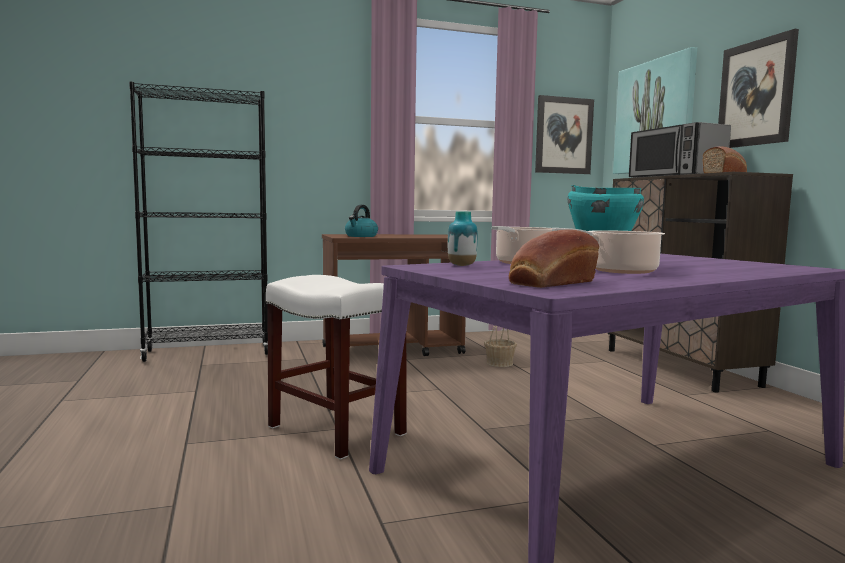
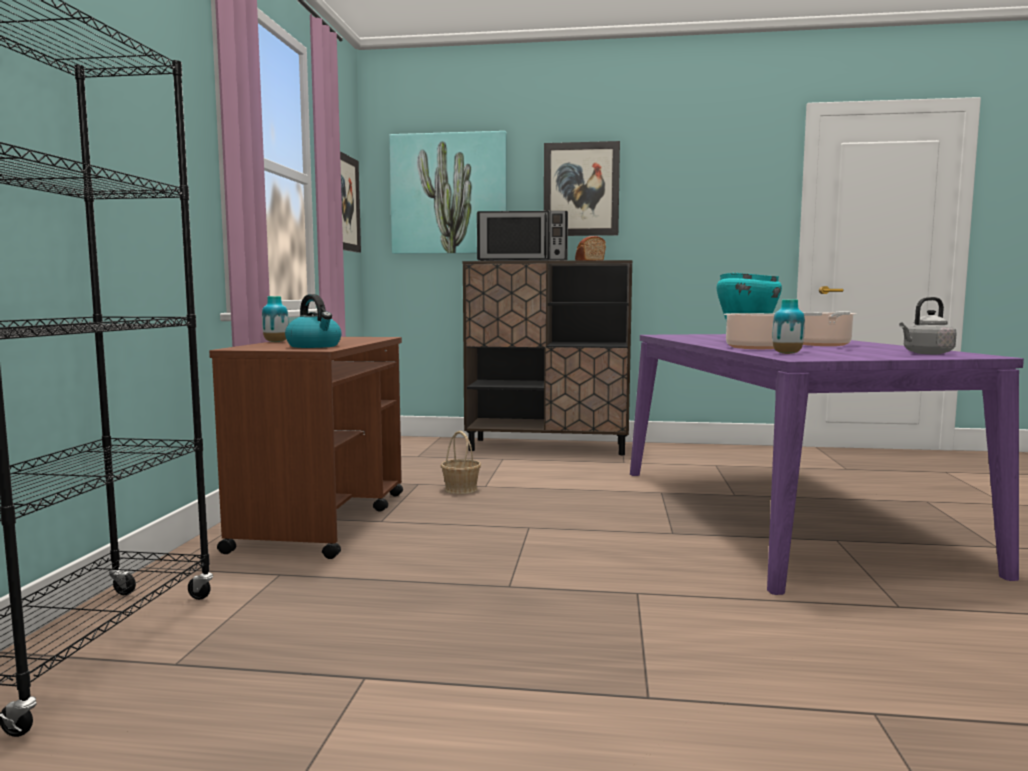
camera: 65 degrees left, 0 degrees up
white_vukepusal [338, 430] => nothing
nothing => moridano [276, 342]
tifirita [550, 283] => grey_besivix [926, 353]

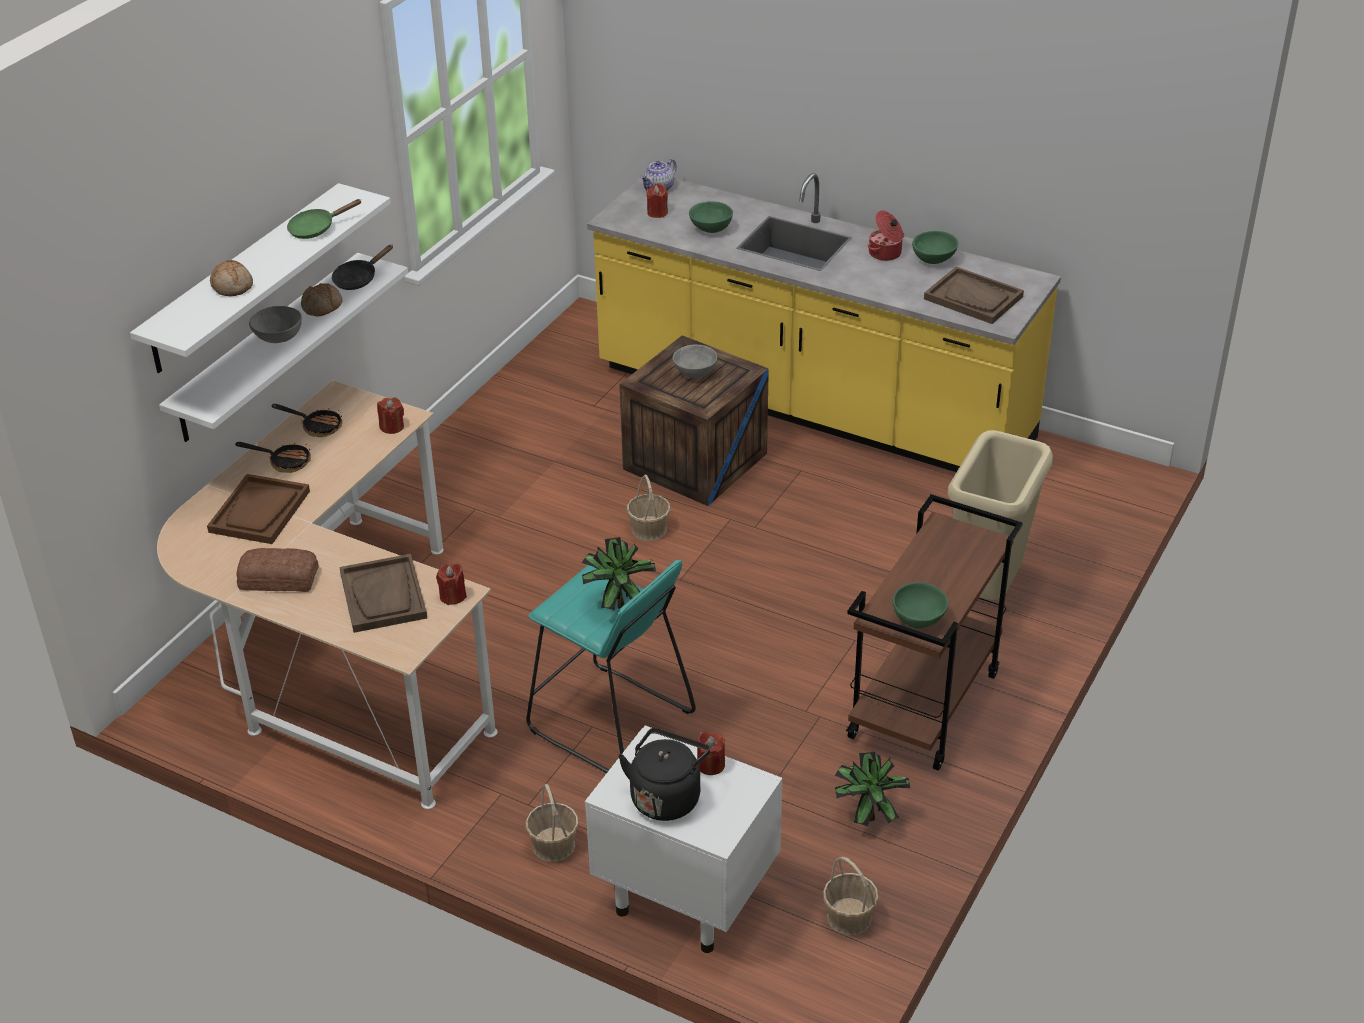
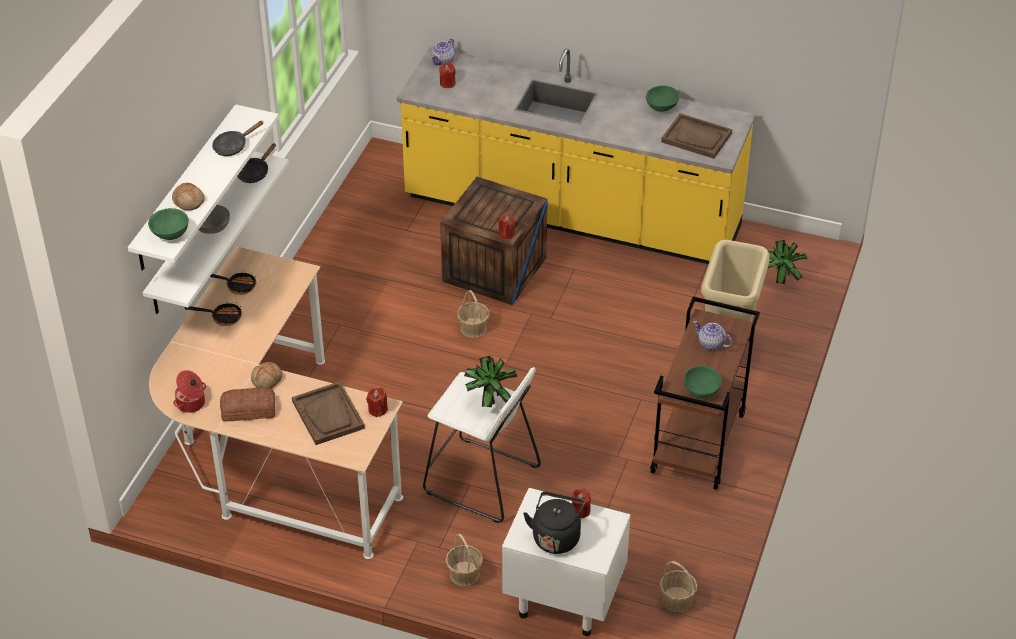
camera: 10 degrees left, 5 degrees up
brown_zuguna [260, 512] => nothing
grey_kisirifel [694, 374] => nothing
nothing => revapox [710, 344]
tifirita [322, 307] => tifirita [267, 380], move
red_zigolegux [392, 427] => red_zigolegux [506, 233], move
green_kisirifel [710, 230] => green_kisirifel [170, 235], move
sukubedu [867, 815] => sukubedu [780, 280], move
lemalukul [885, 253] => lemalukul [191, 403], move
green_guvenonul [316, 229] => black_guvenonul [233, 146]
turquoise_vukepusal [610, 723] => white_vukepusal [481, 480]

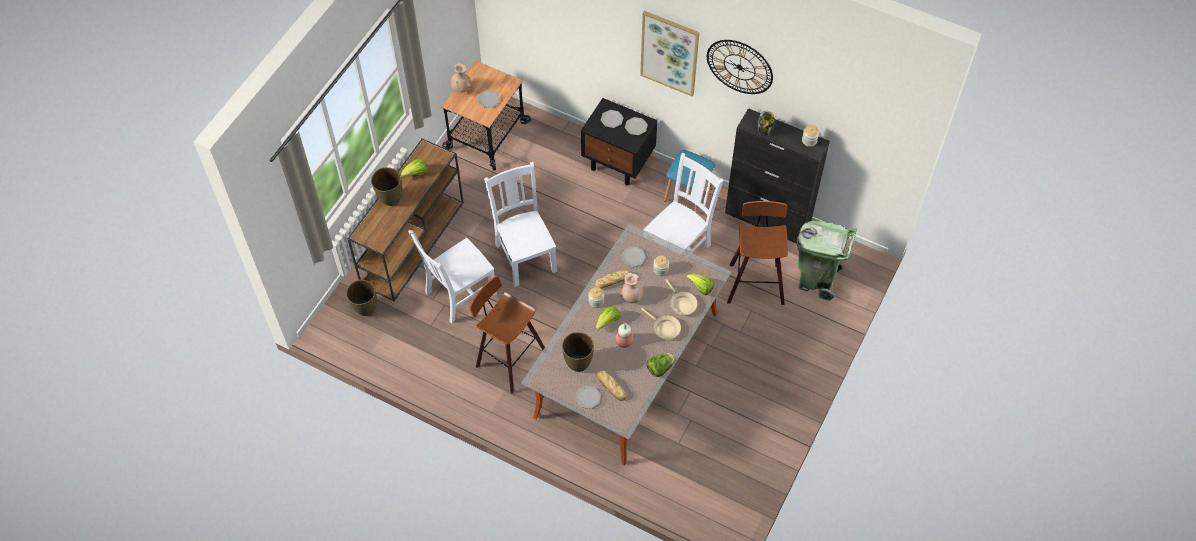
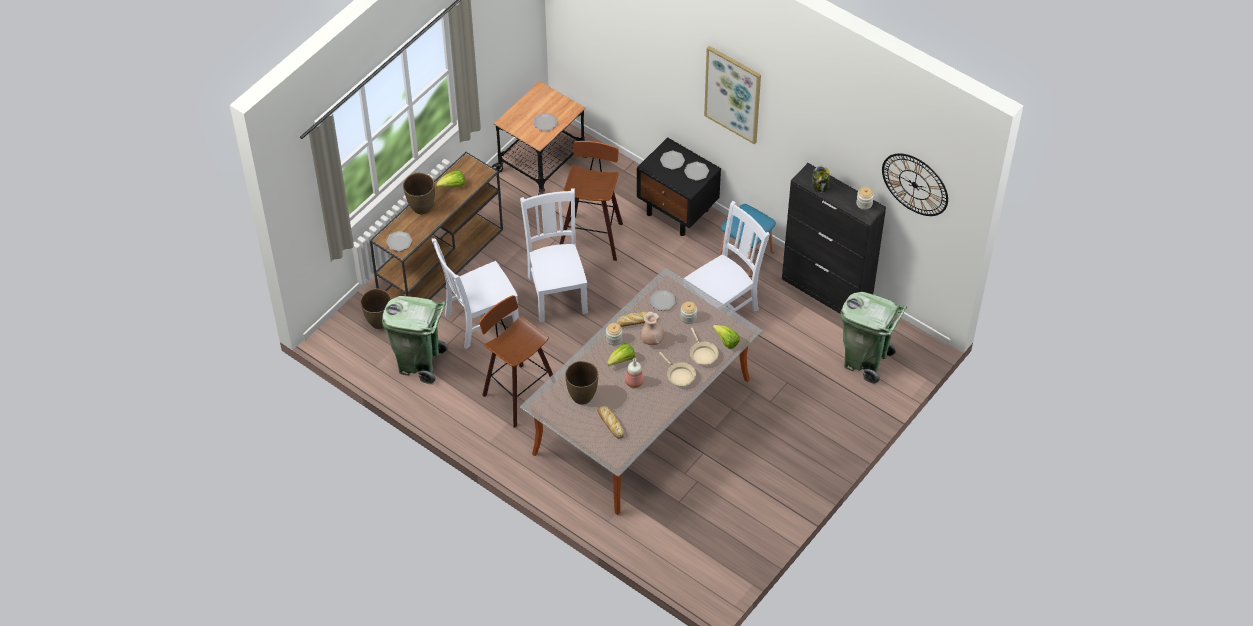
camera: 10 degrees right, 5 degrees down
beige_moridano [461, 89] => nothing
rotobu [660, 368] => nothing
nothing => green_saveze [419, 363]
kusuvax [588, 398] => kusuvax [399, 242], move
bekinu [739, 67] => bekinu [915, 184], move
vukepusal [754, 282] => vukepusal [592, 235], move

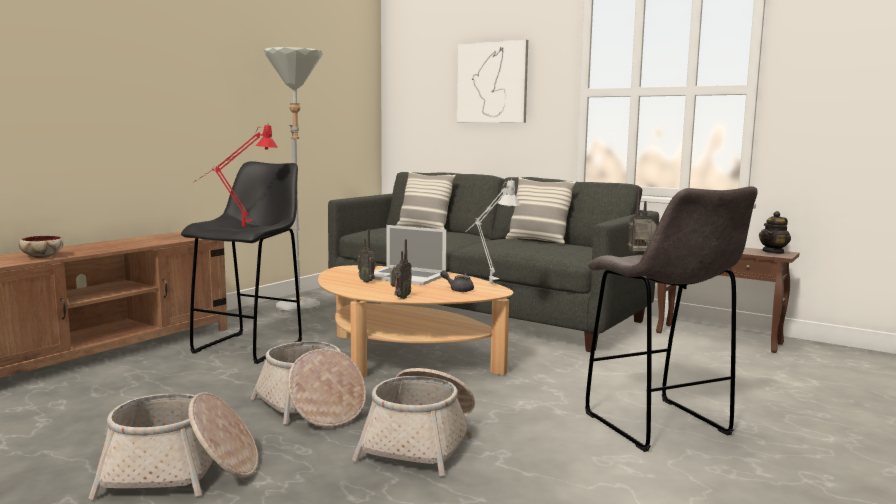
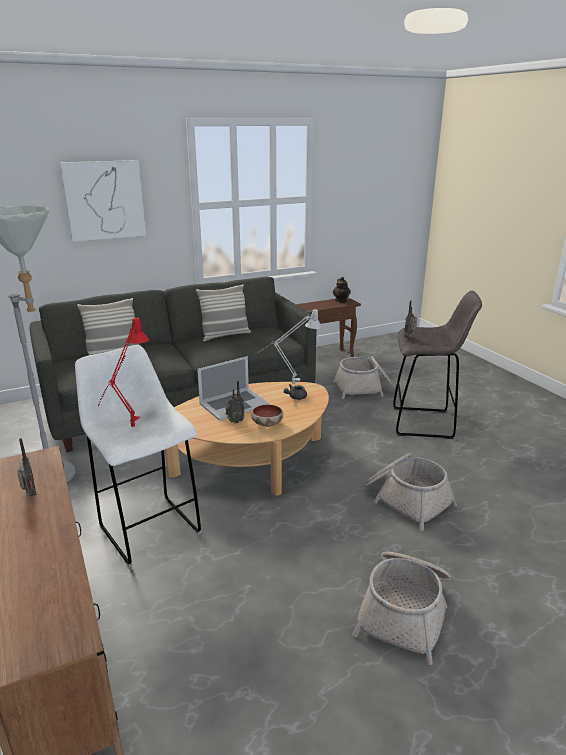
camera: 60 degrees left, 15 degrees up
kisirifel [42, 257] => kisirifel [266, 424], move
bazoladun [311, 408] => bazoladun [365, 388], move
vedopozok [400, 298] => vedopozok [30, 495], move
black_vukepusal [250, 347] => white_vukepusal [148, 528]

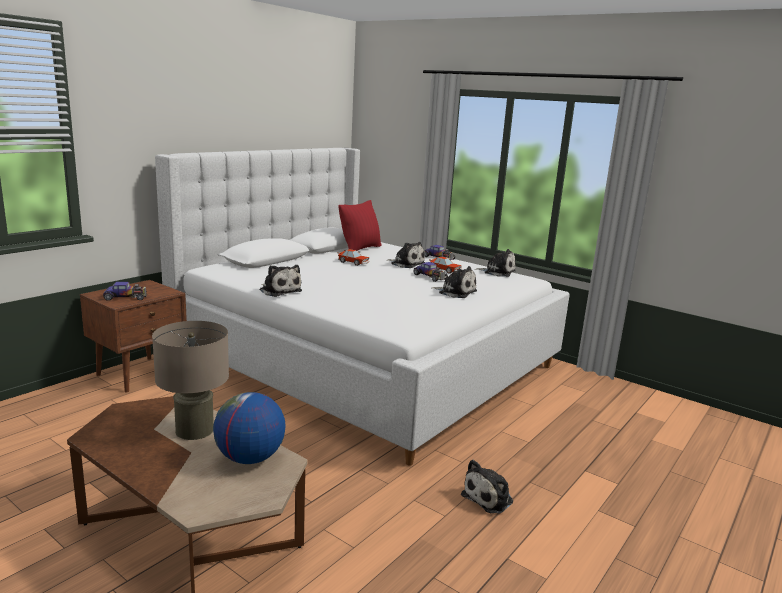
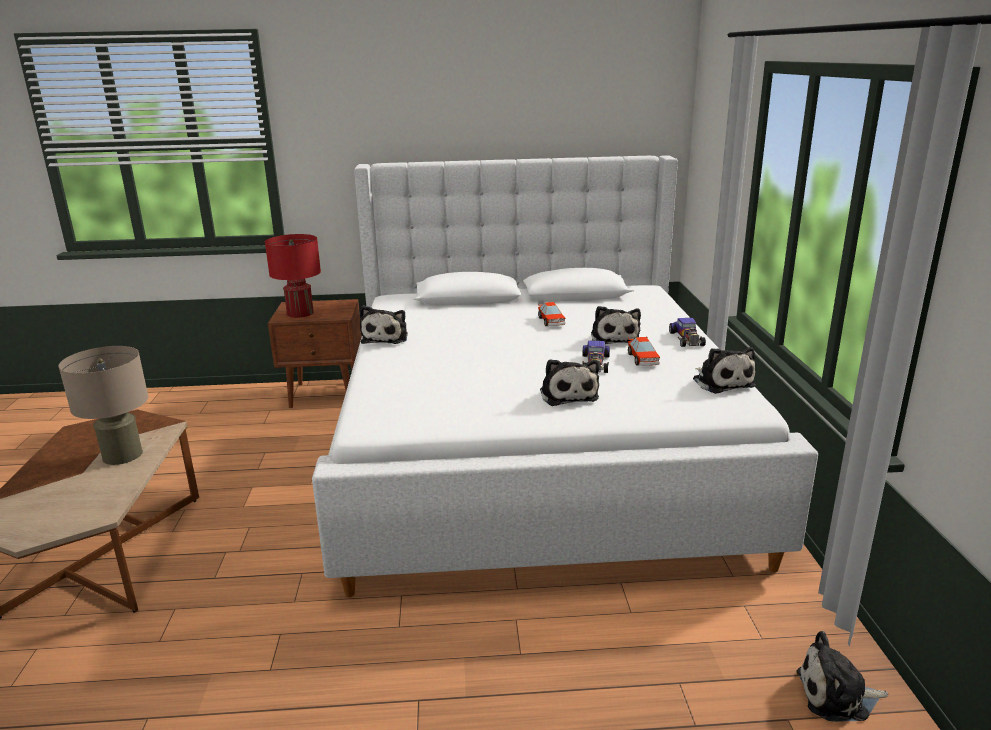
camera: 50 degrees right, 5 degrees up
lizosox [249, 458] => nothing
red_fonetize [360, 249] => nothing
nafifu [489, 497] => nafifu [837, 695], move
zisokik [126, 297] => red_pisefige [300, 313]

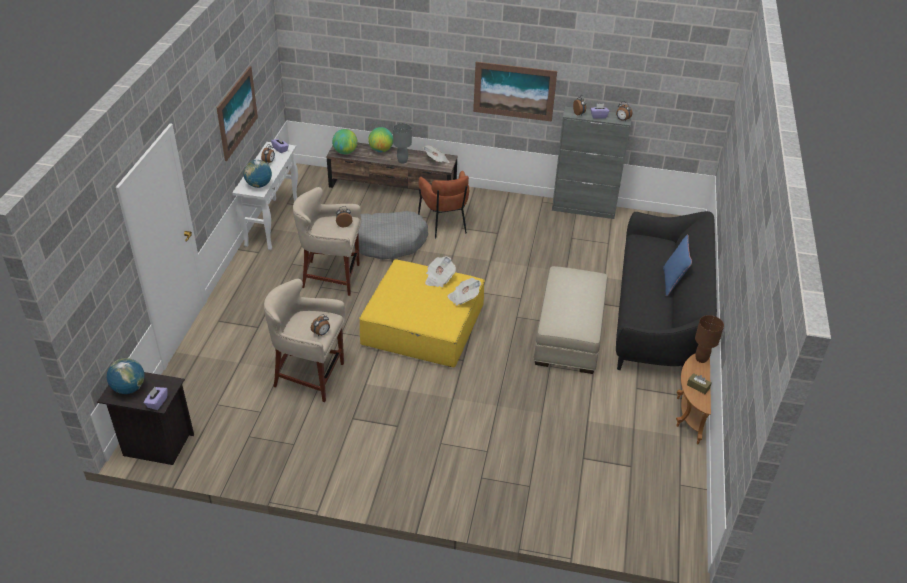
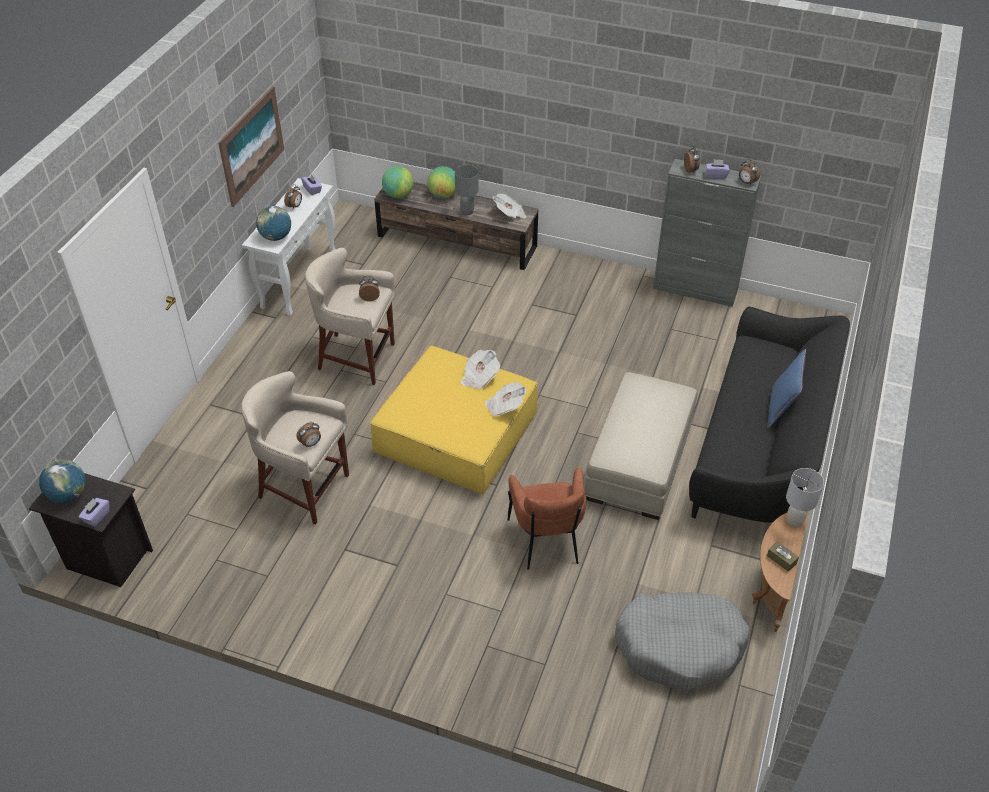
camera: 10 degrees right, 5 degrees up
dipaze [514, 91] => nothing
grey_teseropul [388, 241] => grey_teseropul [680, 646], move
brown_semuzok [445, 224] => brown_semuzok [547, 540], move
brown_pisefige [701, 358] => grey_pisefige [794, 520]

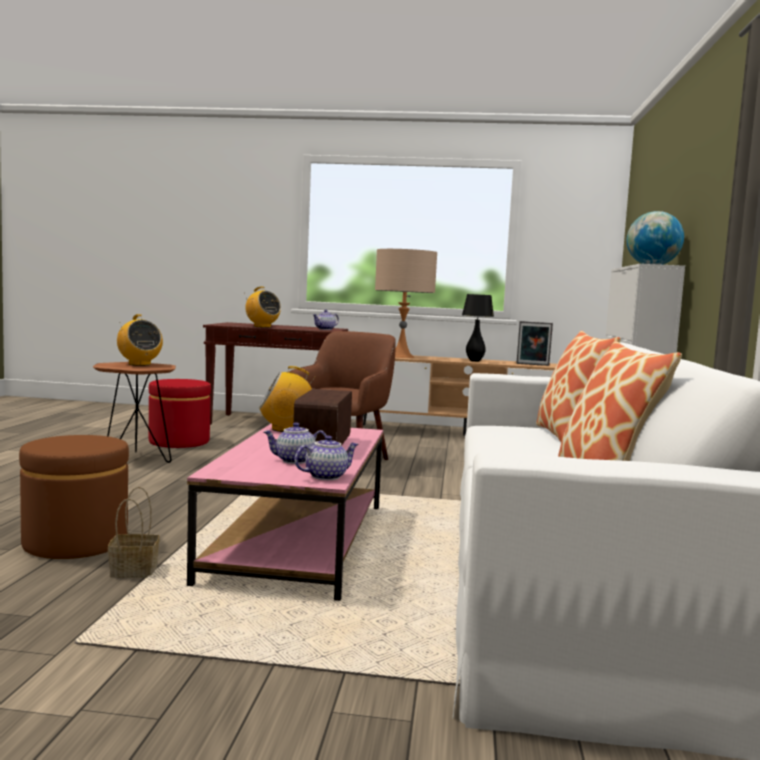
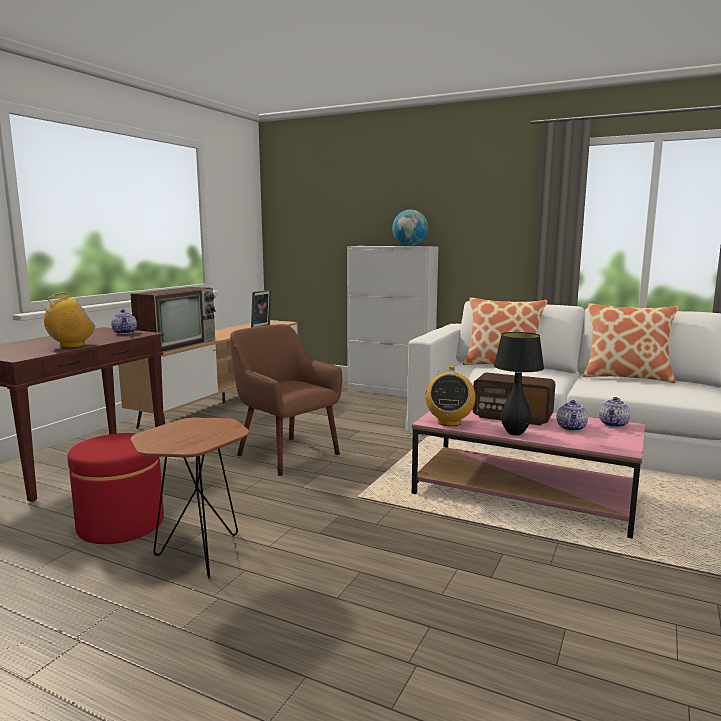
camera: 70 degrees left, 5 degrees up
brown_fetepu [75, 542] => nothing
bazoladun [132, 571] => nothing
vedopozok [139, 364] => nothing
black_pisefige [474, 361] => black_pisefige [515, 433], move
beige_pisefige [401, 356] => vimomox [178, 344]
revapox [326, 476] => revapox [614, 424], 135 degrees counterclockwise

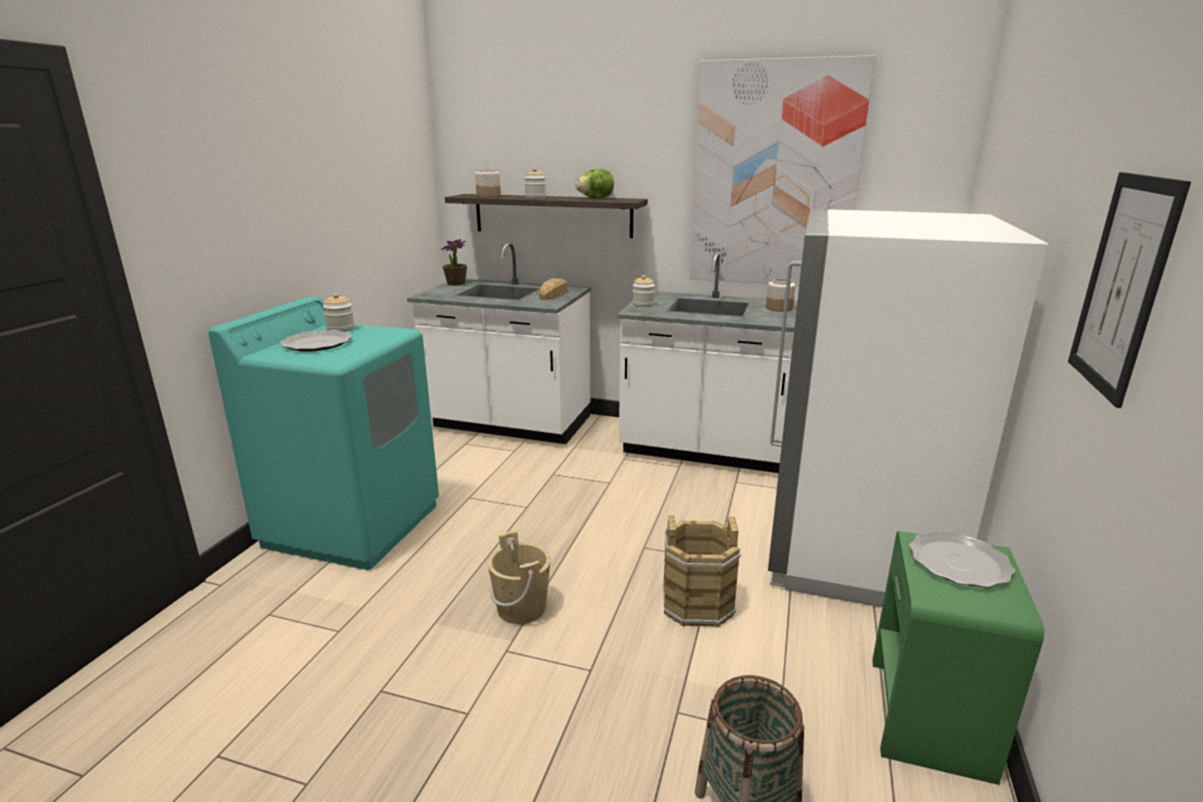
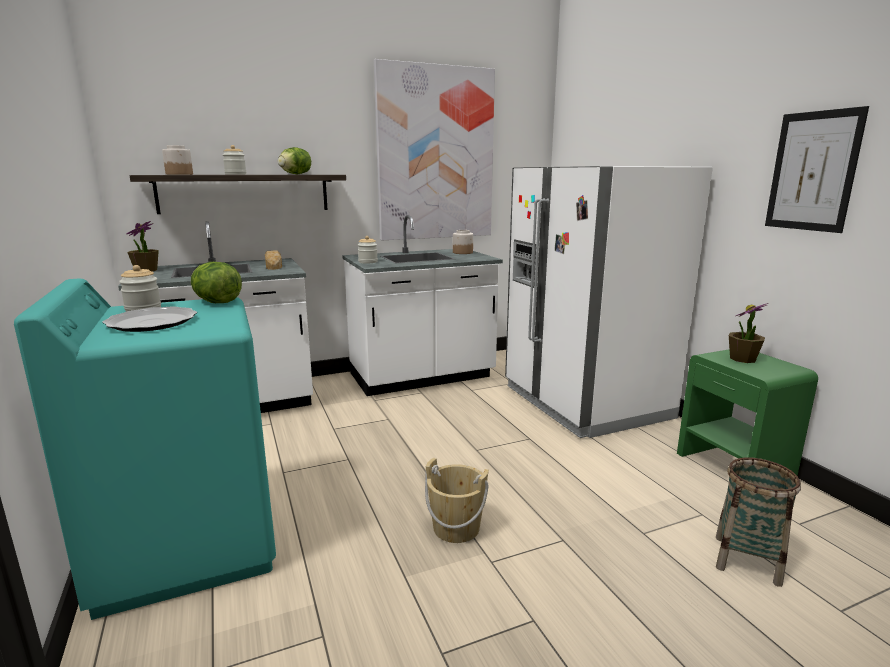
camera: 40 degrees left, 5 degrees down
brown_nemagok [697, 603] => nothing
nothing => rotobu [217, 302]
kusuvax [958, 563] => sukubedu [742, 359]

